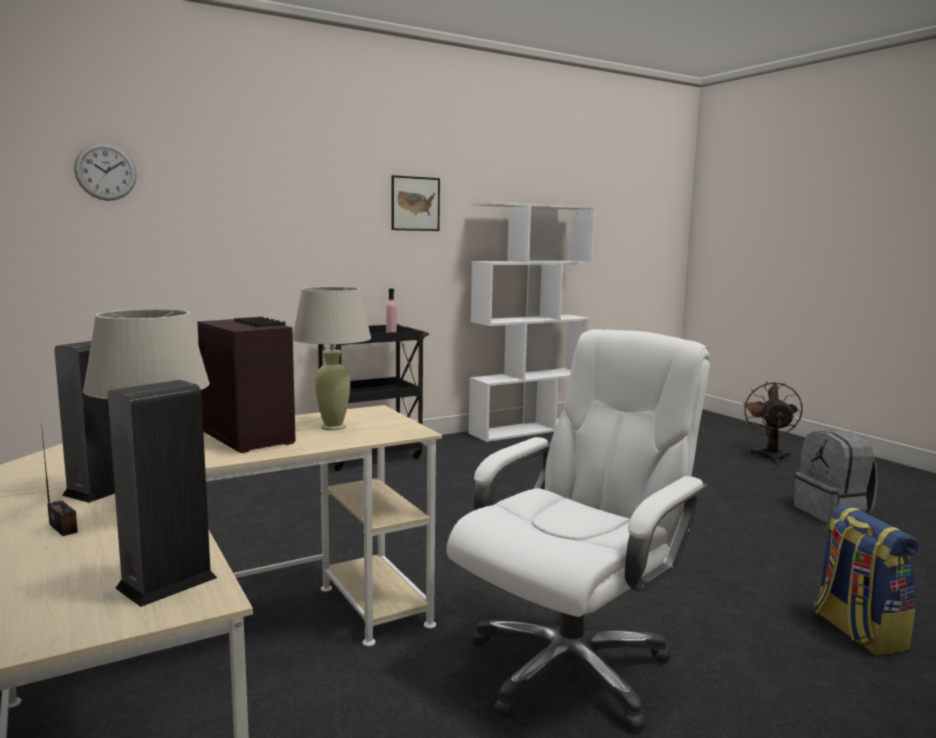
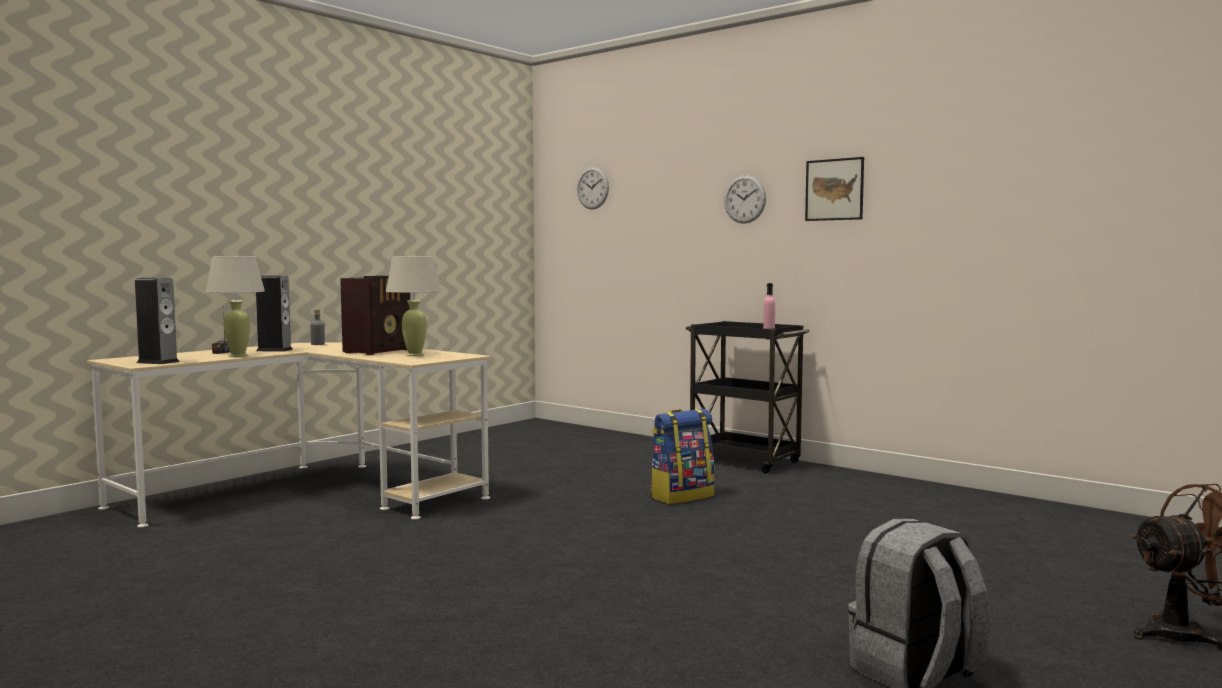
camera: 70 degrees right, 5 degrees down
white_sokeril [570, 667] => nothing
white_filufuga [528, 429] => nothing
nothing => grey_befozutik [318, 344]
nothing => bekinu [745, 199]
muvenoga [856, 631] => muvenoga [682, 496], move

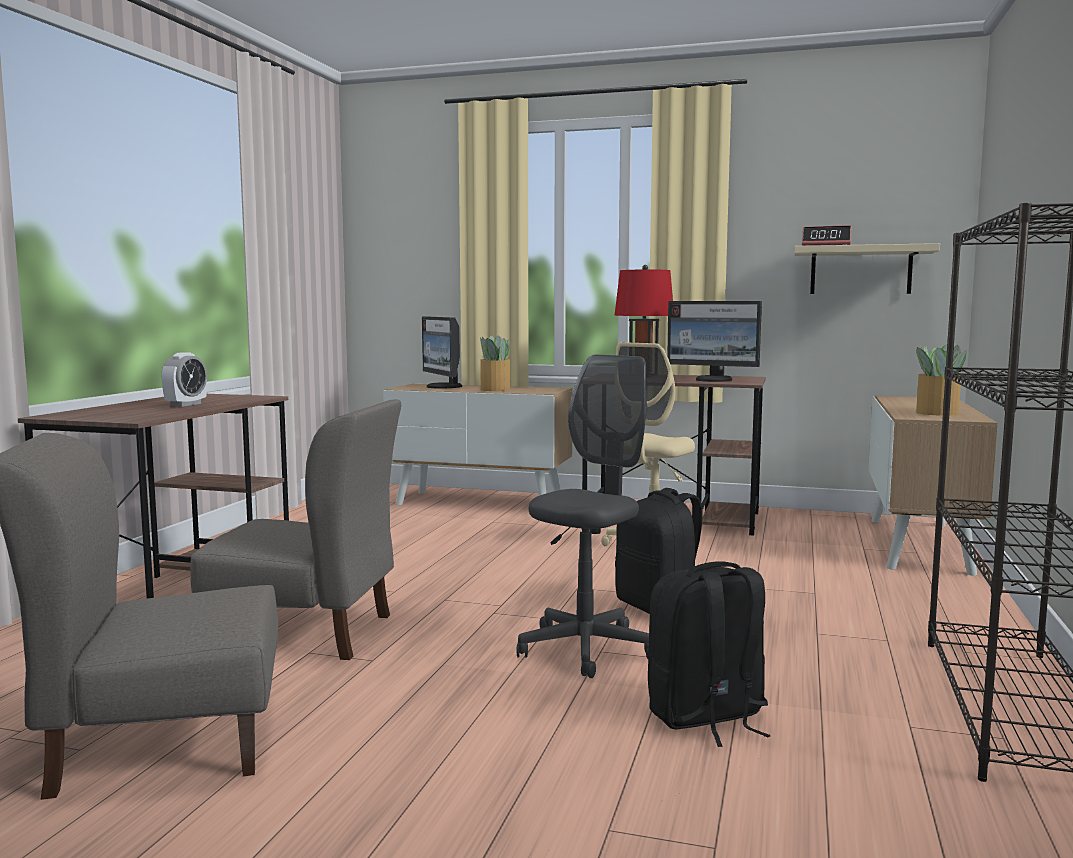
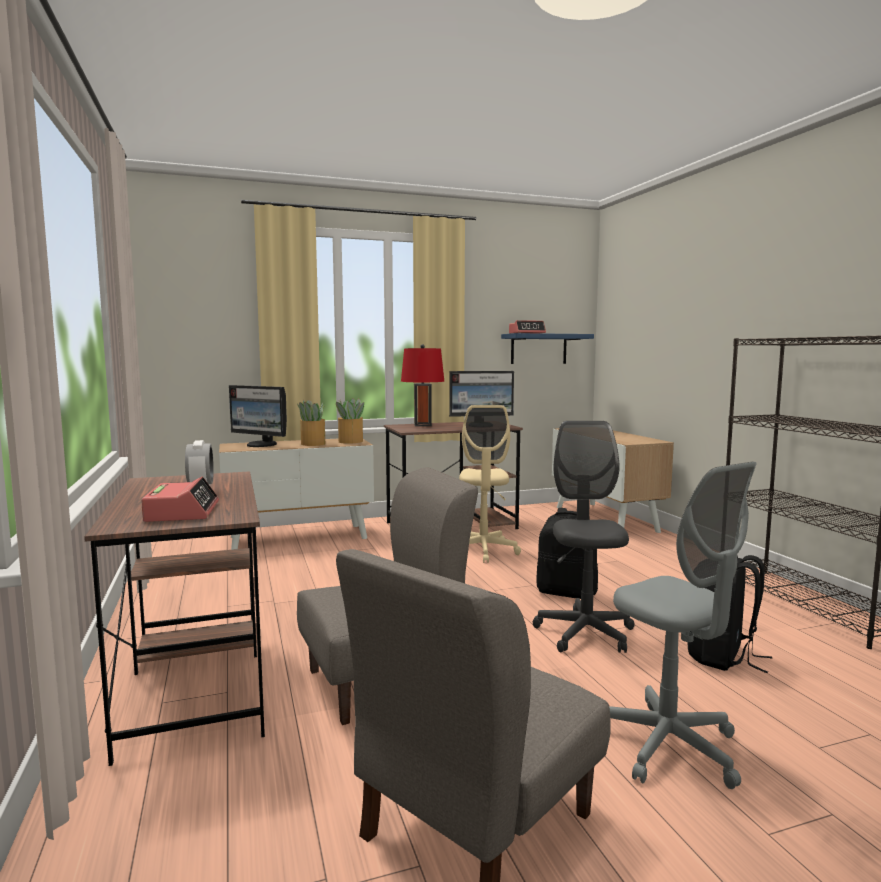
camera: 35 degrees left, 0 degrees up
nothing => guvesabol [182, 512]
nothing => grey_sokeril [669, 746]
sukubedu [936, 413] => sukubedu [350, 441], move
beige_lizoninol [860, 270] => blue_lizoninol [538, 349]

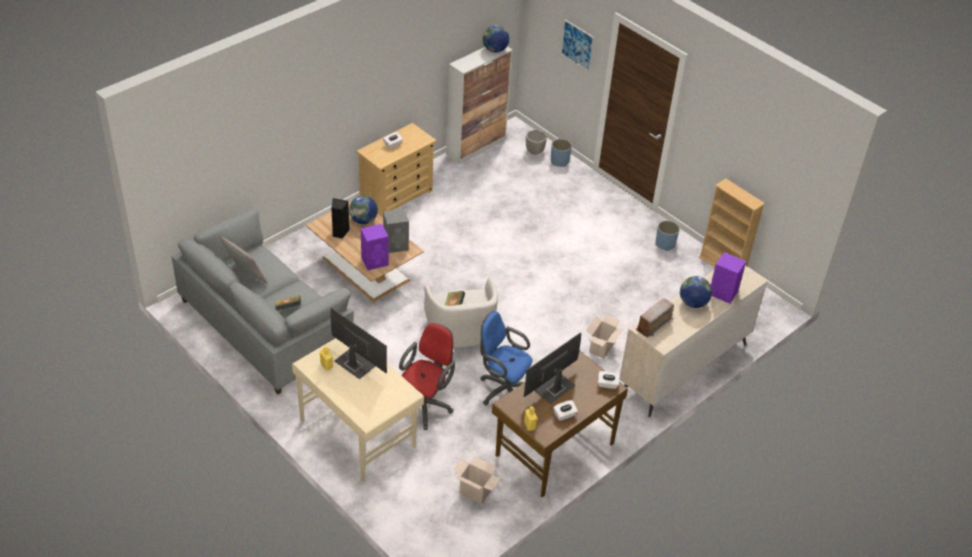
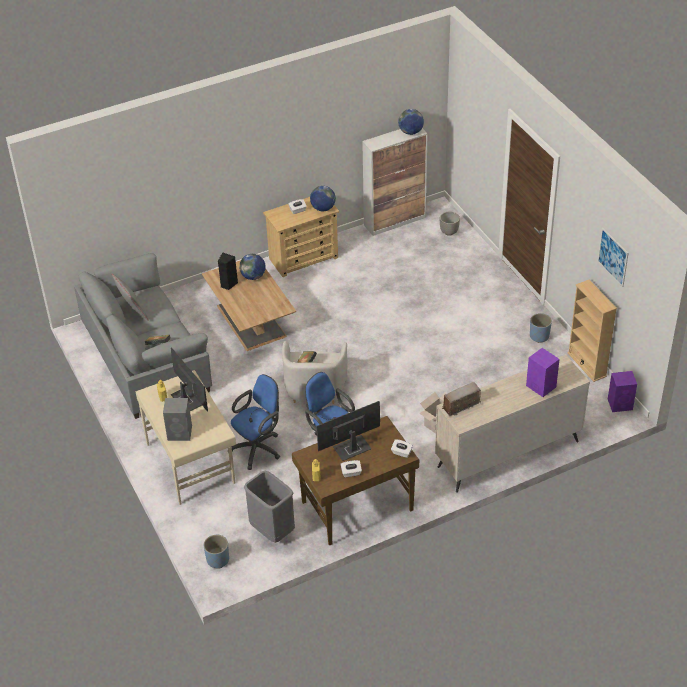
camera: 20 degrees right, 0 degrees up
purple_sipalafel [375, 261] => purple_sipalafel [620, 404], move
grey_sipalafel [396, 245] => grey_sipalafel [180, 433], move
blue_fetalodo [559, 161] => blue_fetalodo [218, 559], move
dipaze [577, 45] => dipaze [613, 257], move
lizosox [693, 303] => lizosox [323, 208], move
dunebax [476, 492] => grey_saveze [273, 530]
red_sokeril [426, 404] => blue_sokeril [258, 448]

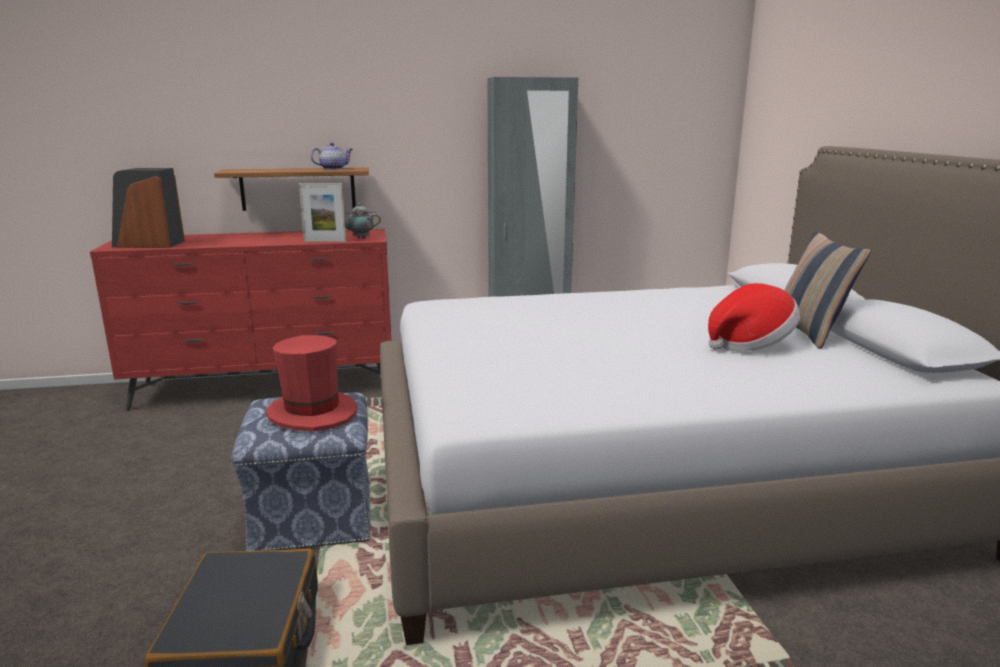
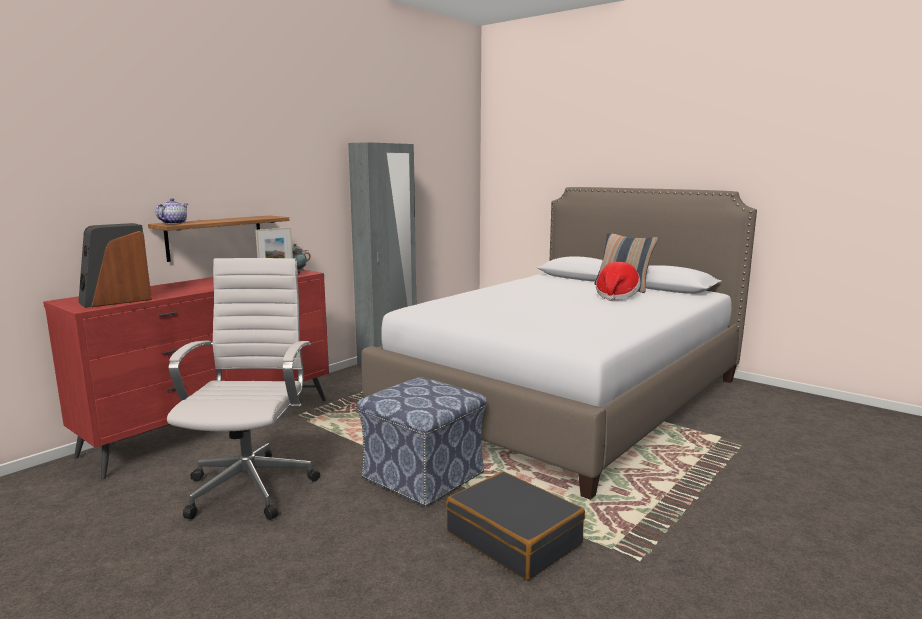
camera: 40 degrees left, 5 degrees down
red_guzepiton [313, 413] => nothing
nothing => white_sokeril [252, 485]
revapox [333, 168] => revapox [173, 223], move

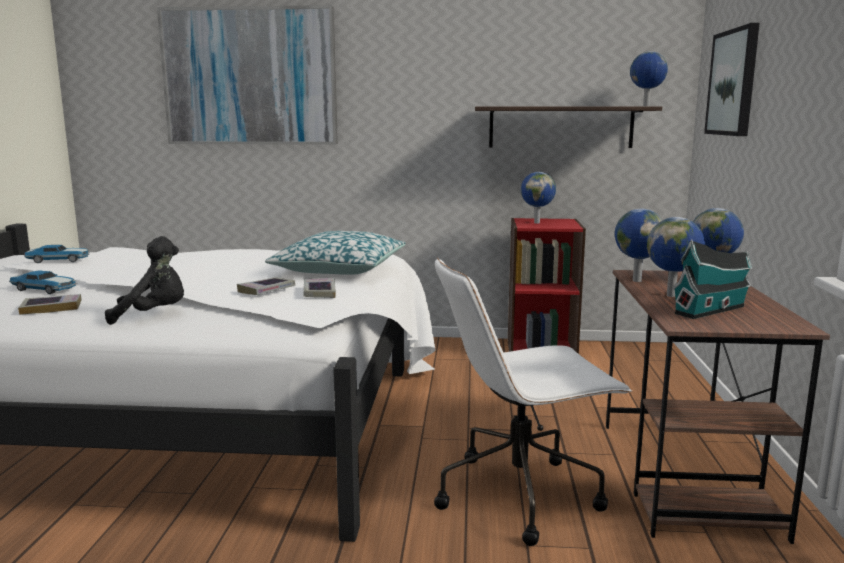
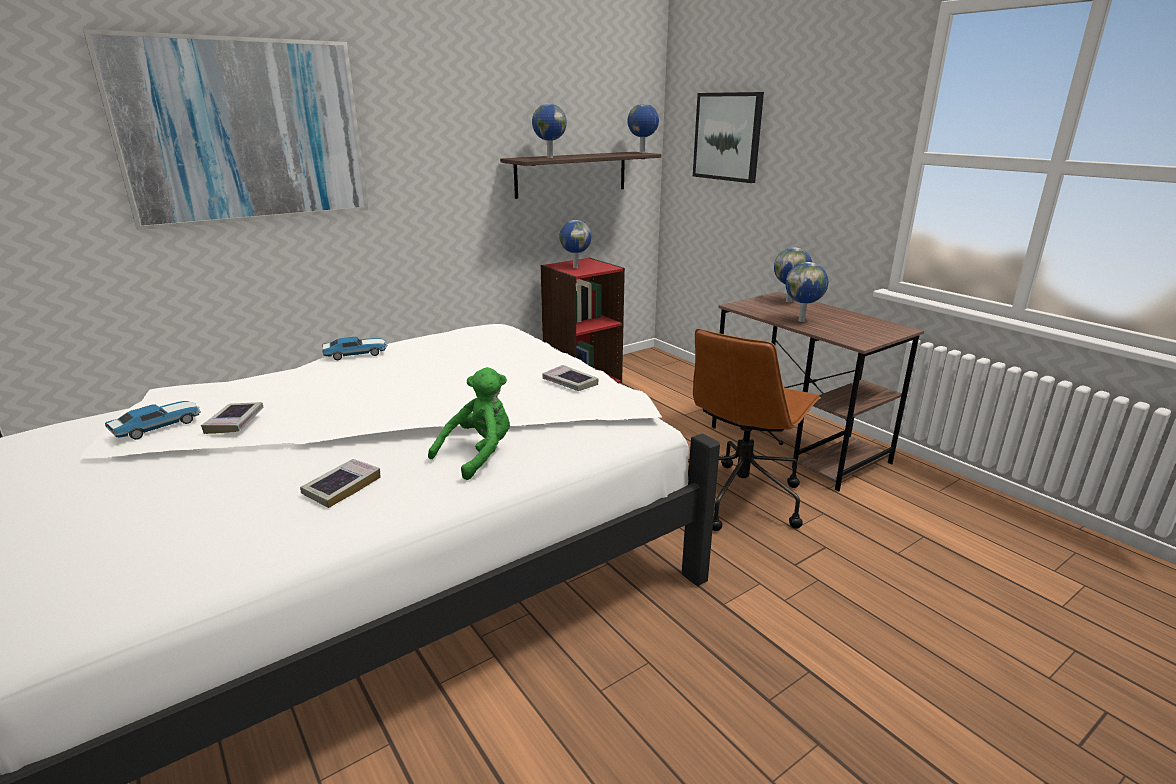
camera: 40 degrees left, 10 degrees up
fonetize [339, 269] => nothing
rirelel [712, 309] => nothing
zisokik [45, 289] => zisokik [356, 354], move
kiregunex [266, 290] => kiregunex [235, 422], move
lizosox [636, 280] => lizosox [549, 157], move
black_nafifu [153, 315] => green_nafifu [479, 455]
white_sokeril [520, 494] => brown_sokeril [741, 497]

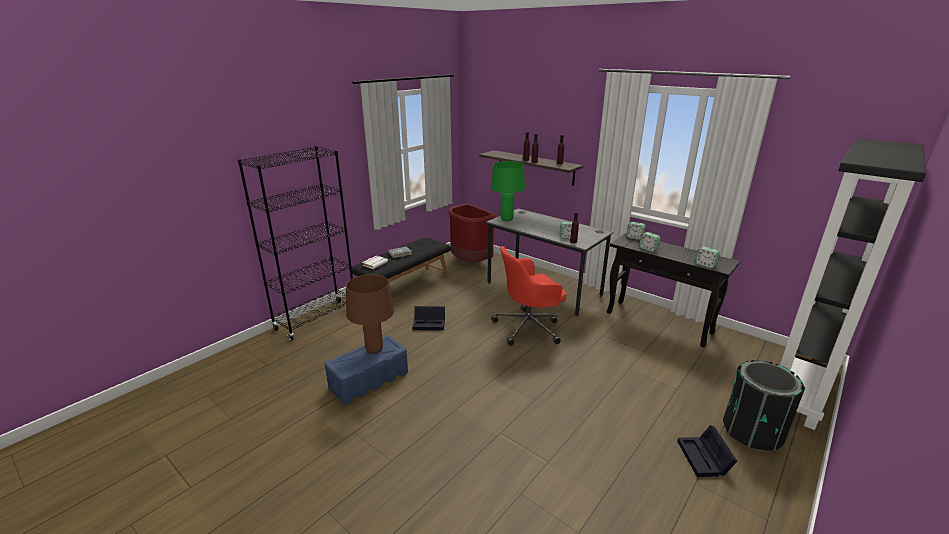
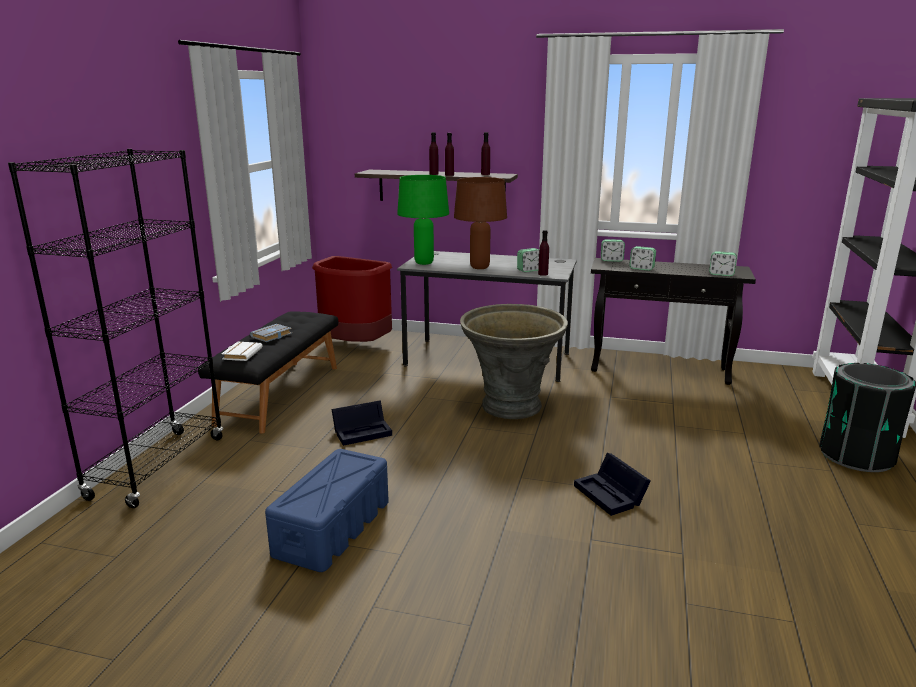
camera: 25 degrees left, 5 degrees down
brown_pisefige [374, 350] => brown_pisefige [479, 267], move
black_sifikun [705, 459] => black_sifikun [611, 495], move
red_sokeril [529, 327] => grey_fetalodo [510, 407]

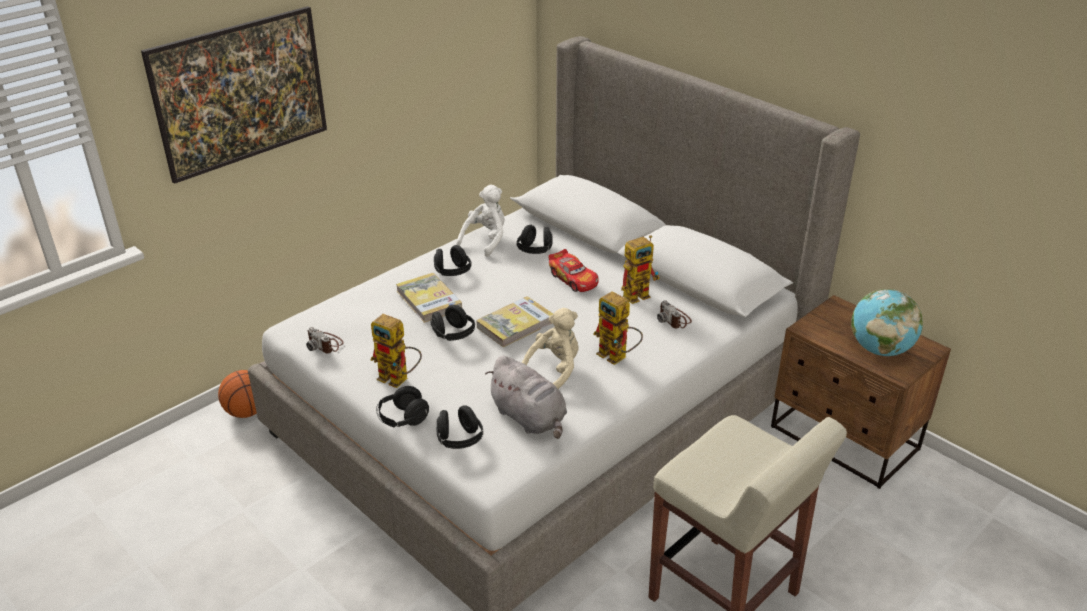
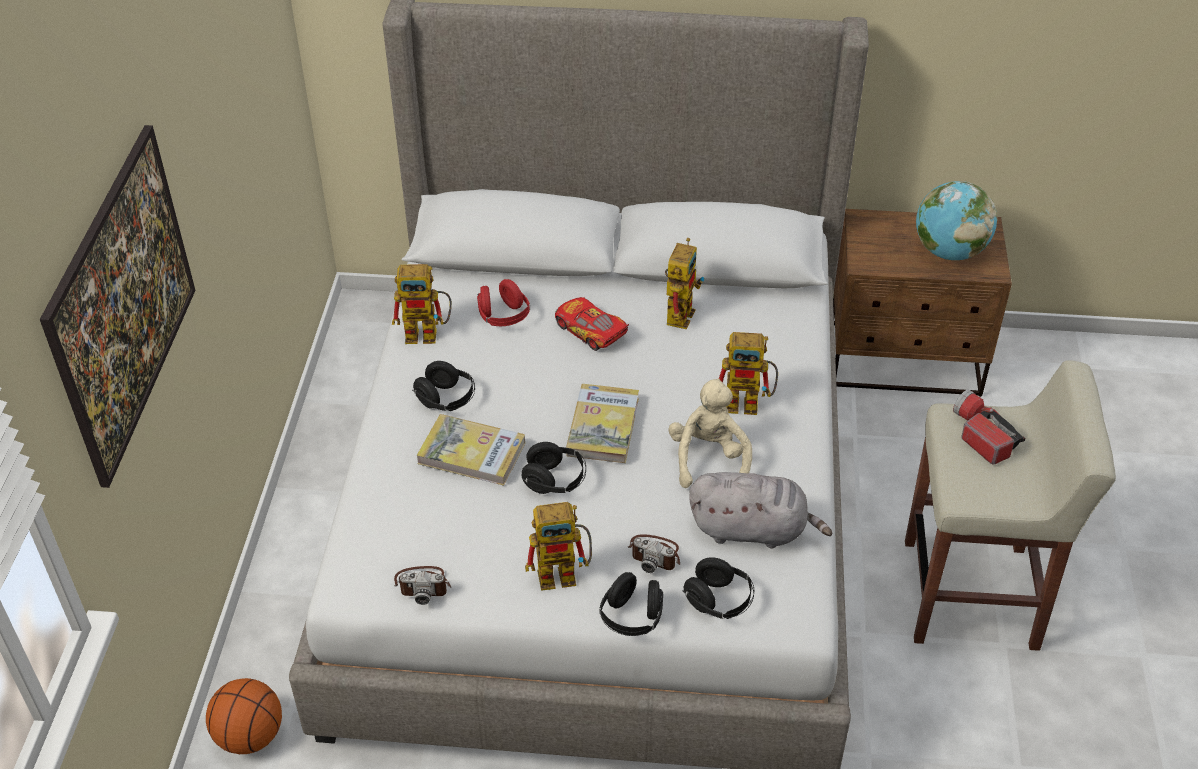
camera: 40 degrees left, 10 degrees up
nothing => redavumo [981, 435]
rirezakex [674, 319] => rirezakex [655, 554], move
white_nafifu [486, 240] => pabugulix [429, 333]
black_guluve [535, 251] => red_guluve [503, 317]
zisokik [573, 279] => zisokik [590, 331], 150 degrees counterclockwise

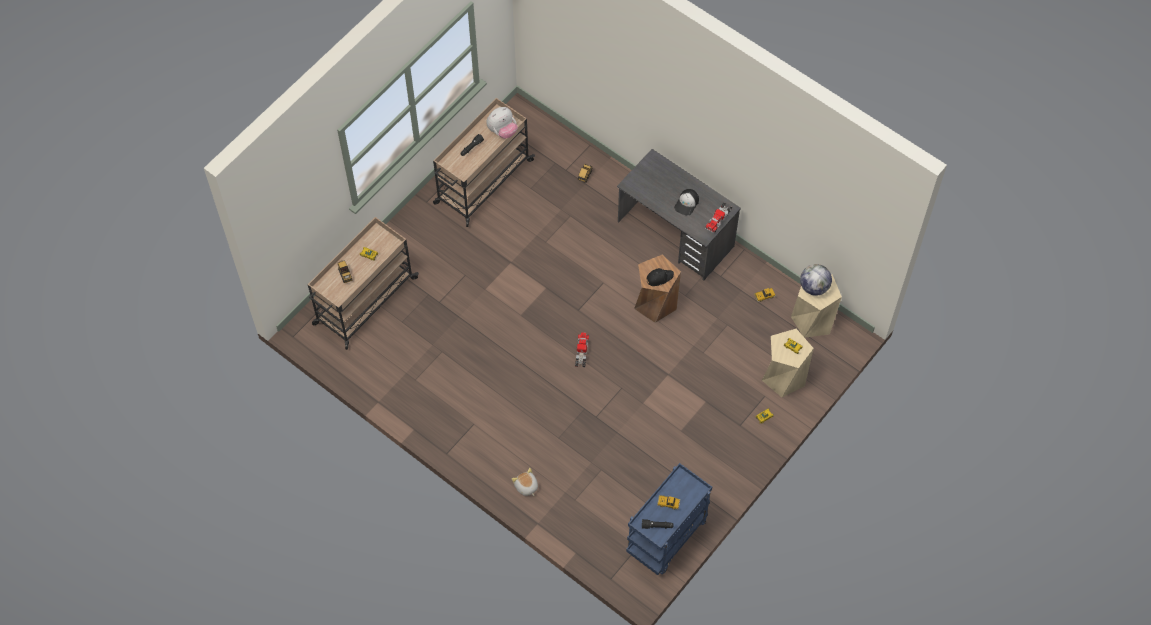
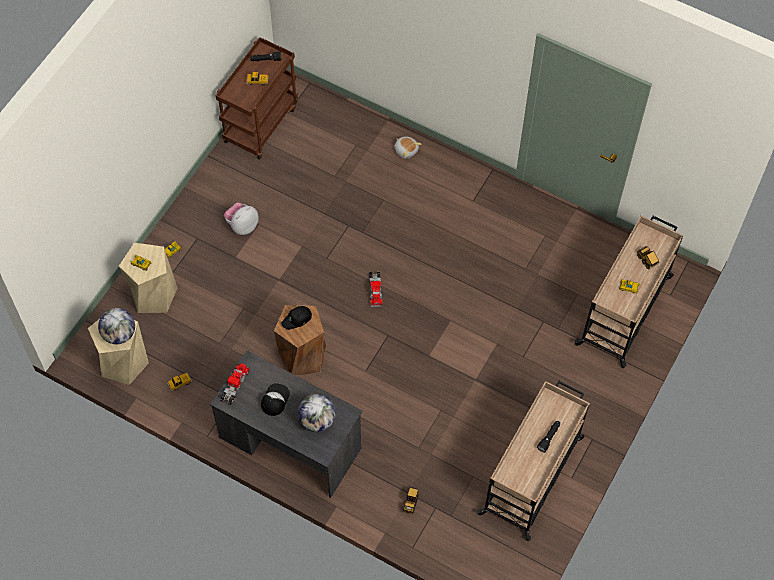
camera: 170 degrees right, 0 degrees up
nothing => lizosox [317, 420]
nafifu [502, 131] => nafifu [242, 225], move
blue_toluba [667, 538] => brown_toluba [260, 123]

